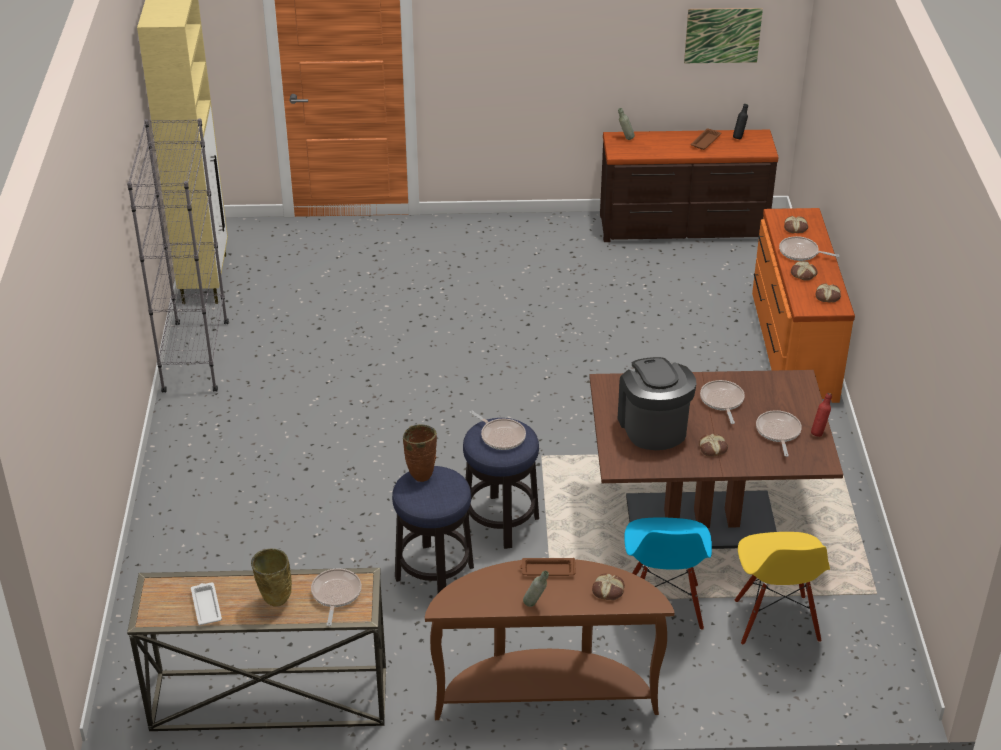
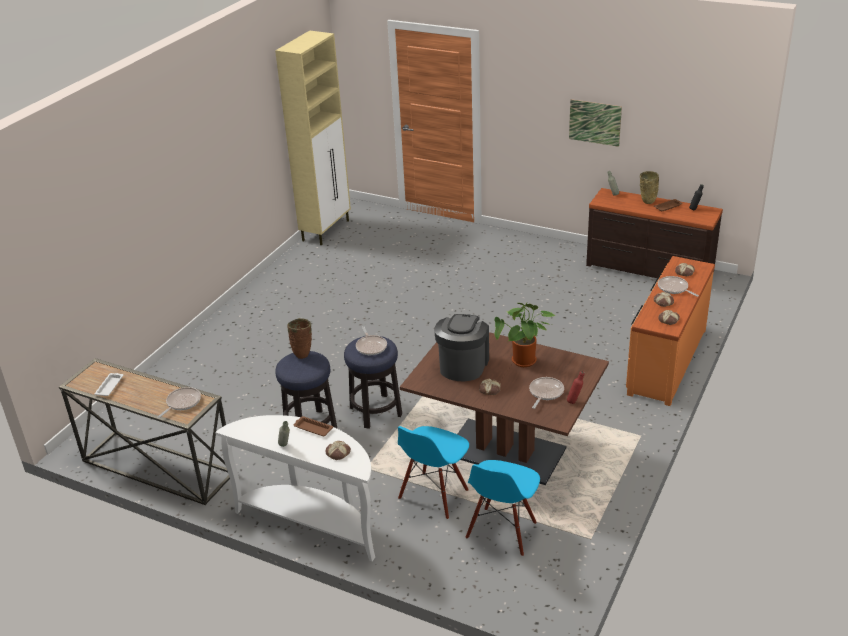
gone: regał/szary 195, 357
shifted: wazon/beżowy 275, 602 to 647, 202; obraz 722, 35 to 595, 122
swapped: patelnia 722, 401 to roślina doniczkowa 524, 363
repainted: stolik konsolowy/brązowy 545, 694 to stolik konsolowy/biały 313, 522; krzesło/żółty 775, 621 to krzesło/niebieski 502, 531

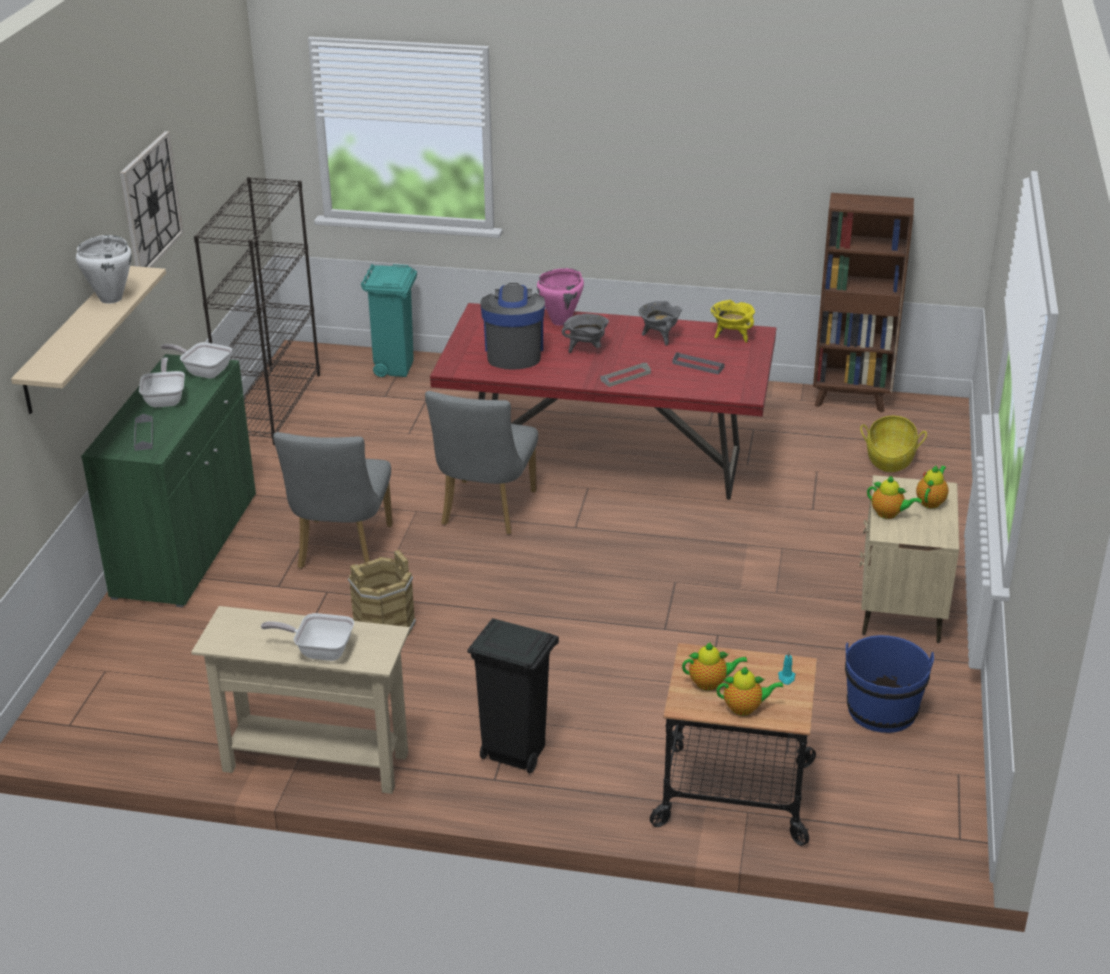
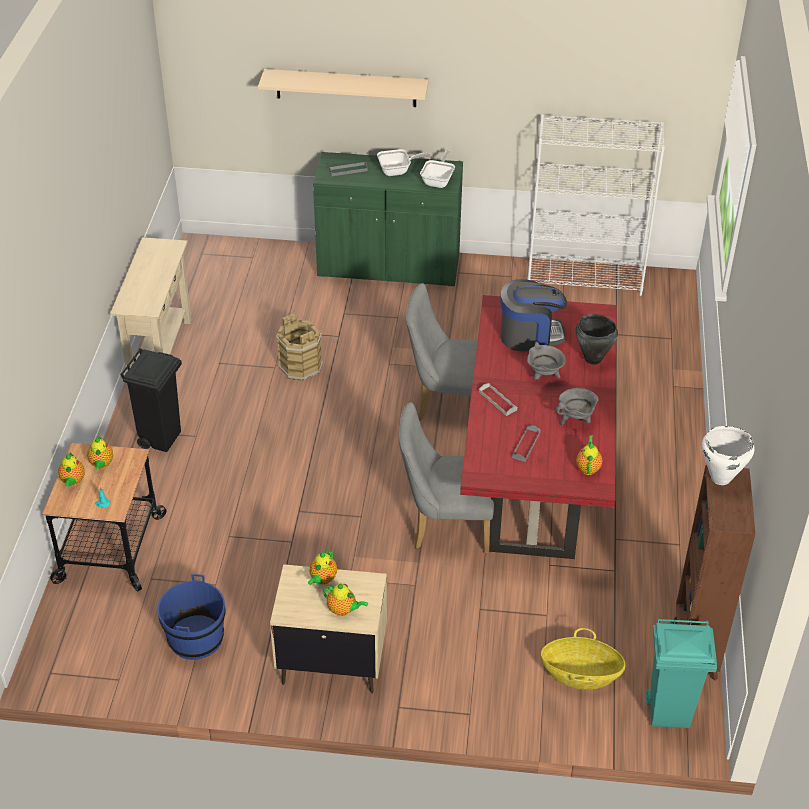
gone: zegar ścienny 150, 204; patelnia 319, 650
shifted: garnek/biały 110, 299 to 720, 478; krzesło/szary 342, 551 to 444, 526; kosz na śmieci/turkusowy 395, 368 to 669, 713
swapped: garnek/żółty 731, 336 to imbryk 588, 467
repainted: regał/czarny 272, 406 to regał/biały 585, 278; garnek/różowy 561, 321 to garnek/czarny 593, 359

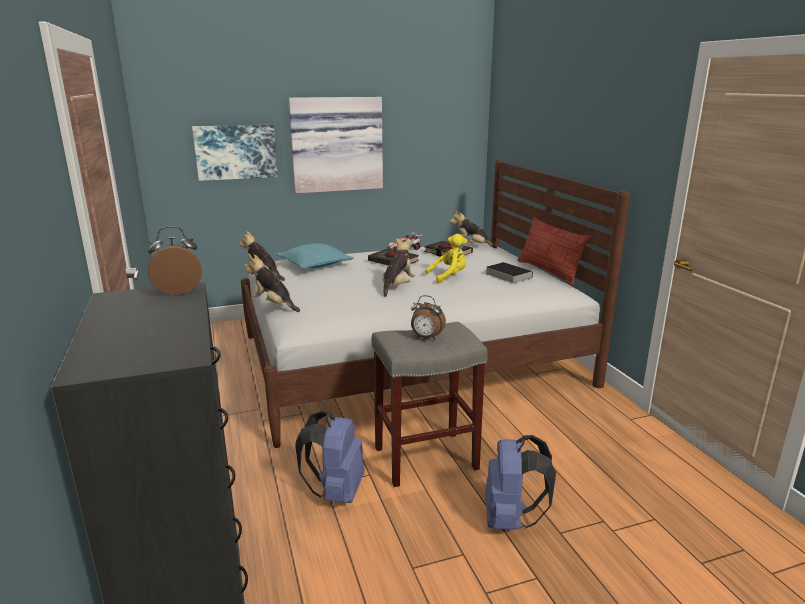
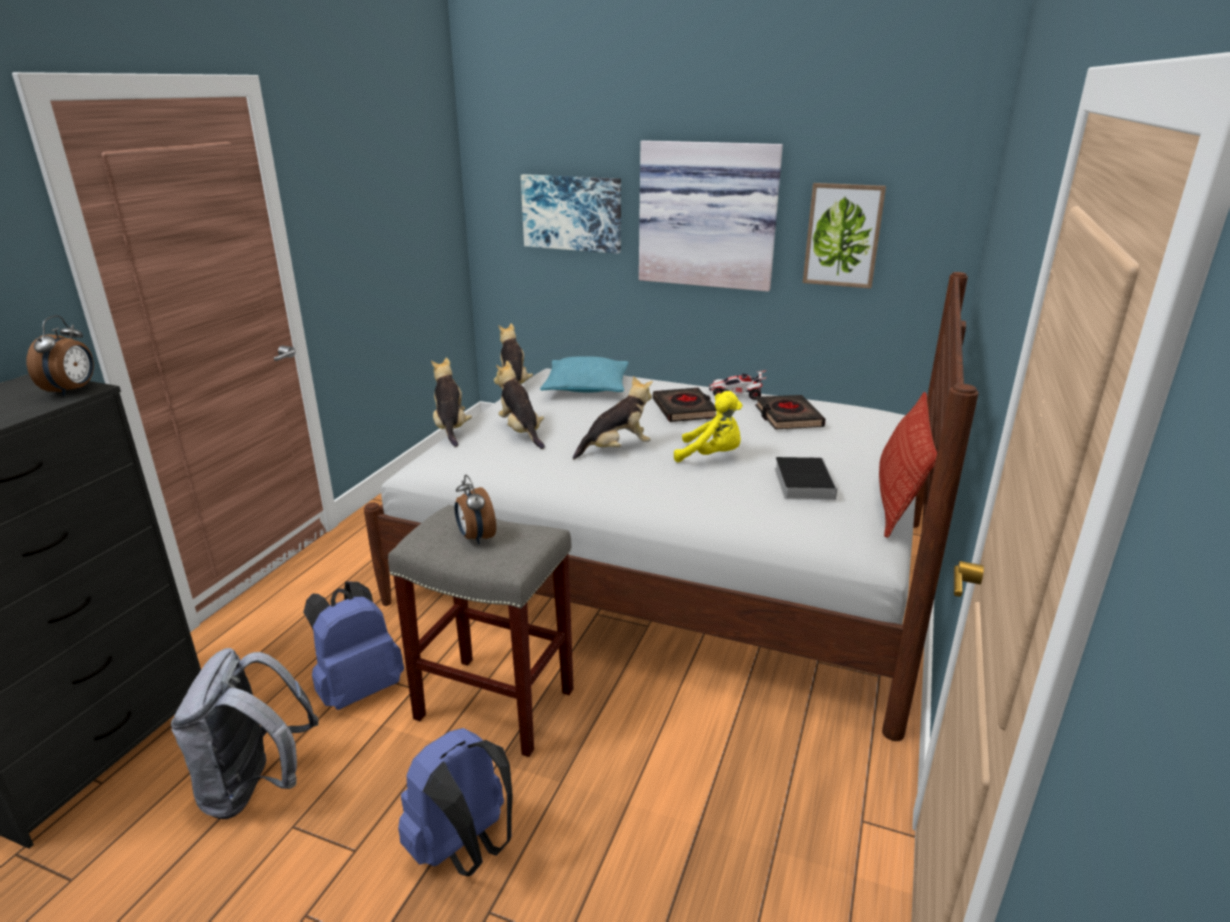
new: plecak/szary 256, 786; obraz 843, 235
shifted: pluszak 471, 246 to 521, 432
rotated: budzik 178, 291 = 73, 390 75 degrees clockwise

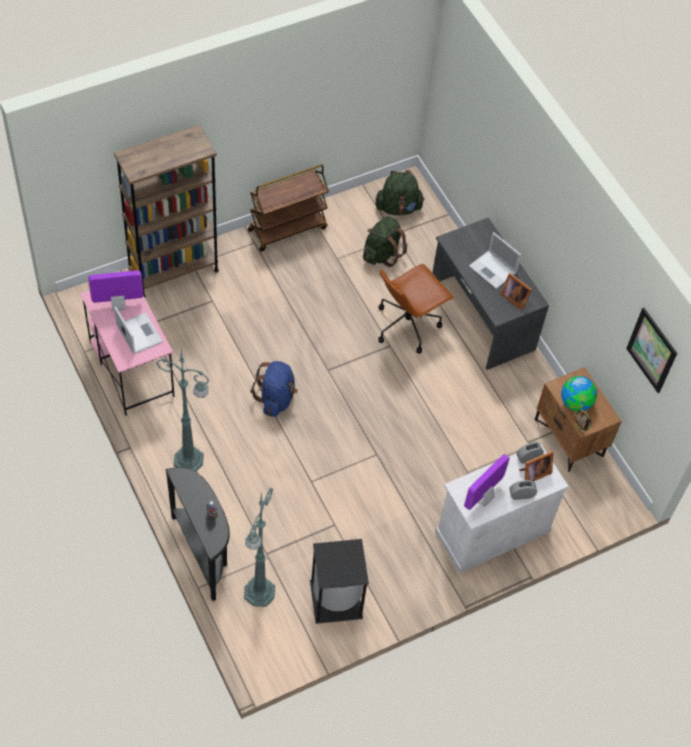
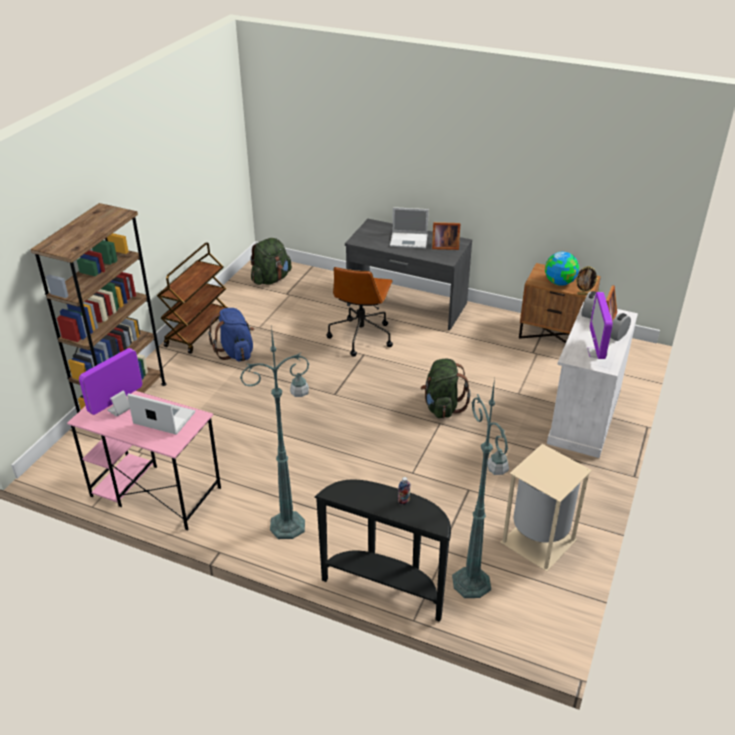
gone: obraz 652, 350
shifted: plecak/niebieski 276, 398 to 236, 352; plecak/zielony 382, 253 to 442, 407
repainted: kosz na śmieci/czarny 335, 600 to kosz na śmieci/beżowy 538, 542

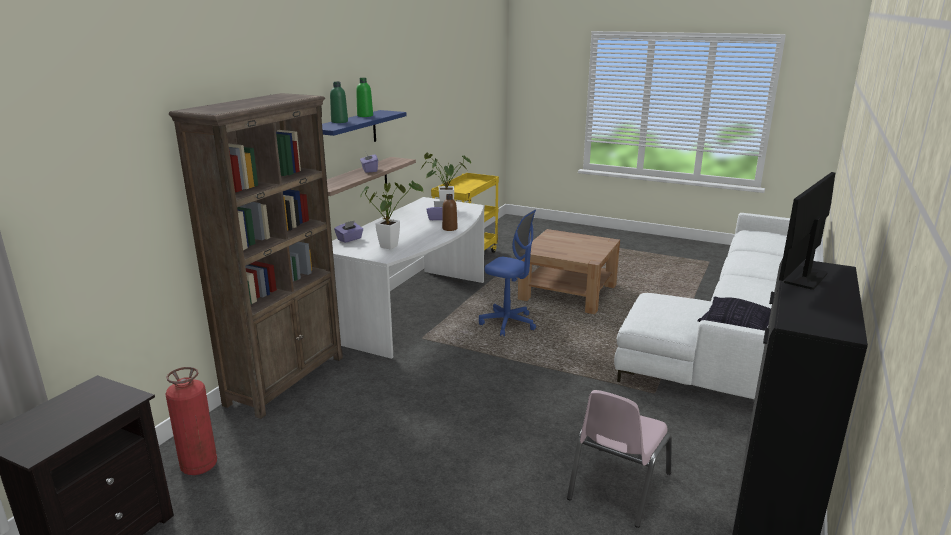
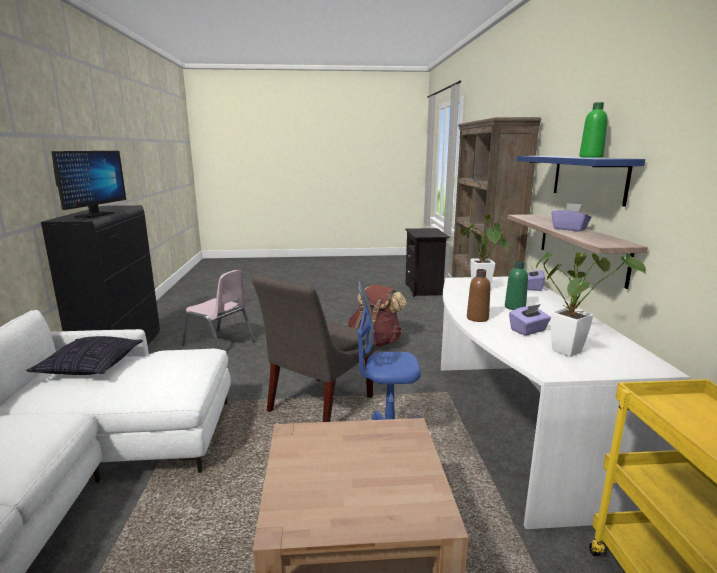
gone: gaśnica 199, 466
new: krzesło/szary 317, 406; plecak/brązowy 375, 342
shifted: butelka/zielony 339, 122 to 515, 307
rotated: krzesło/różowy 618, 486 = 219, 343 120 degrees clockwise

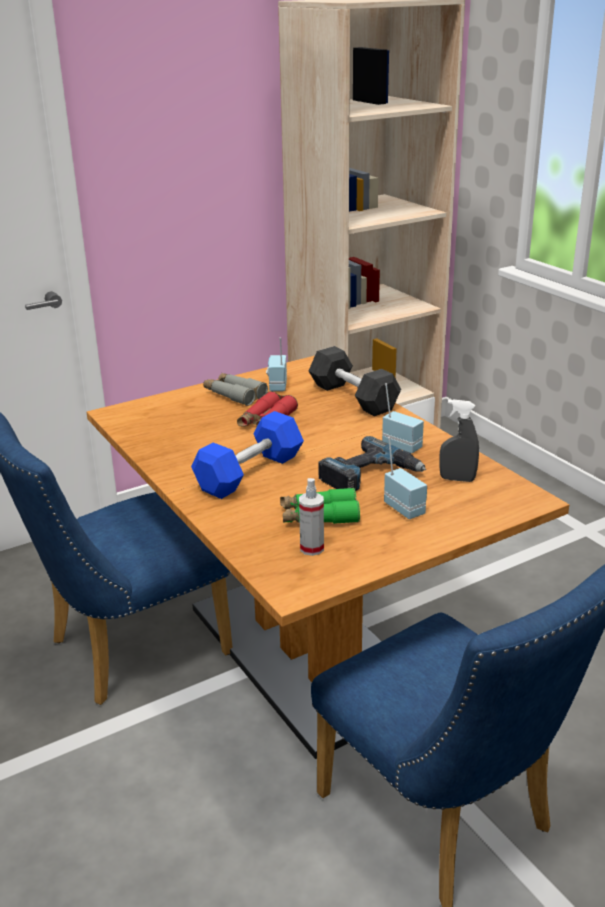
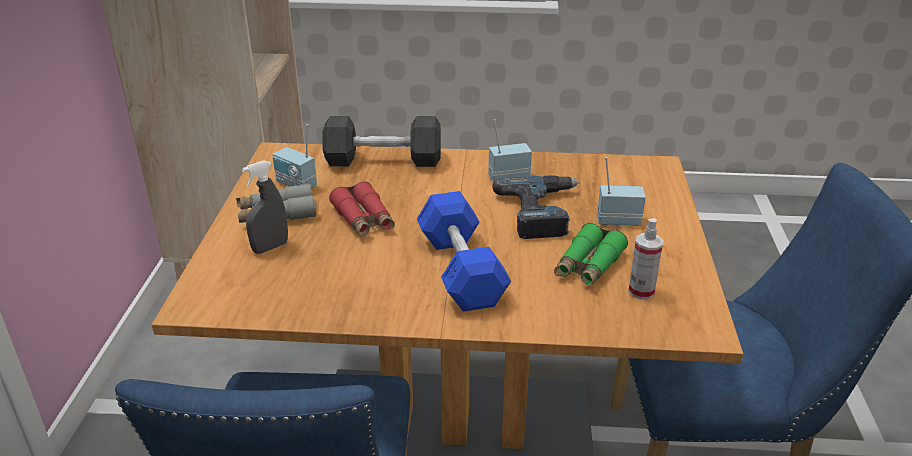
shifted: spryskiwacz/szary 457, 479 to 270, 247

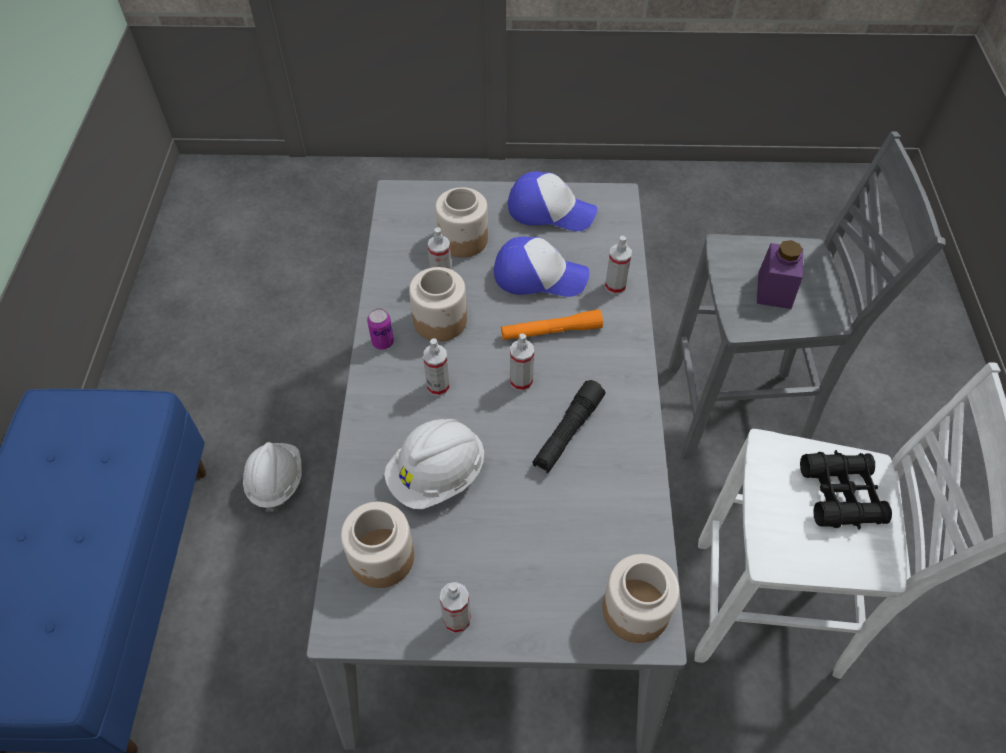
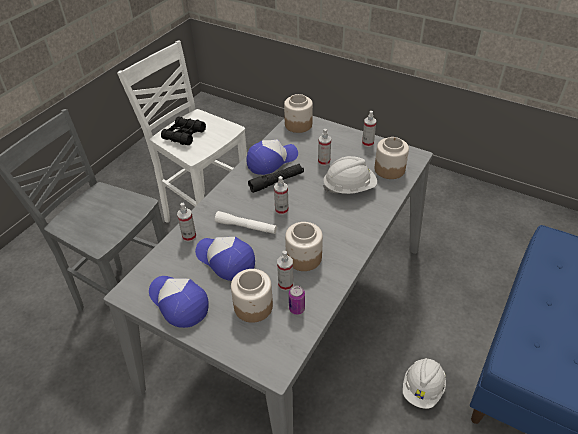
gone: słoik/fioletowy 774, 290
new: czapka z daszkiem 271, 160
shifted: puszka 383, 342 to 297, 309; spryskiwacz 438, 386 to 324, 161
repainted: latarka/pomarańczowy 551, 331 to latarka/biały 246, 227

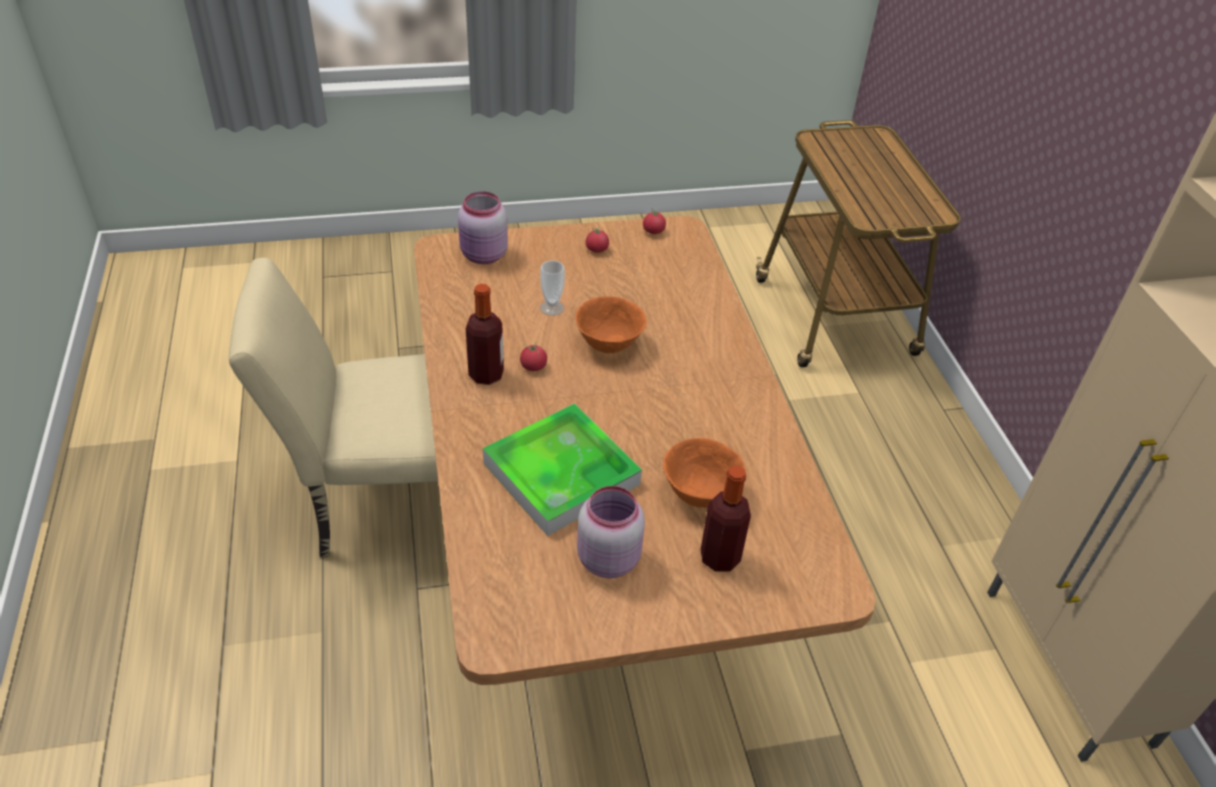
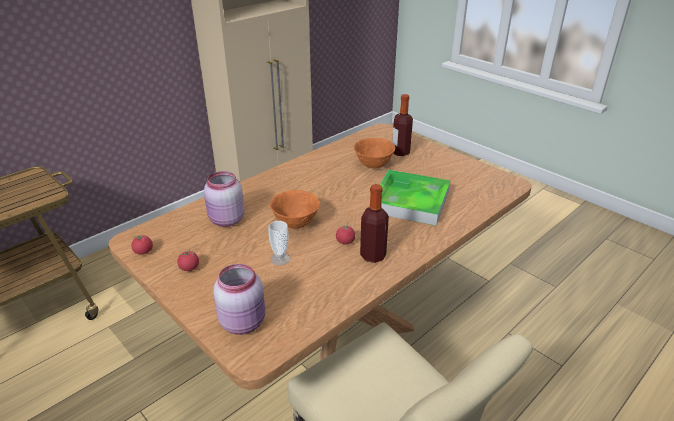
shifted: słoik/różowy 607, 558 to 226, 220

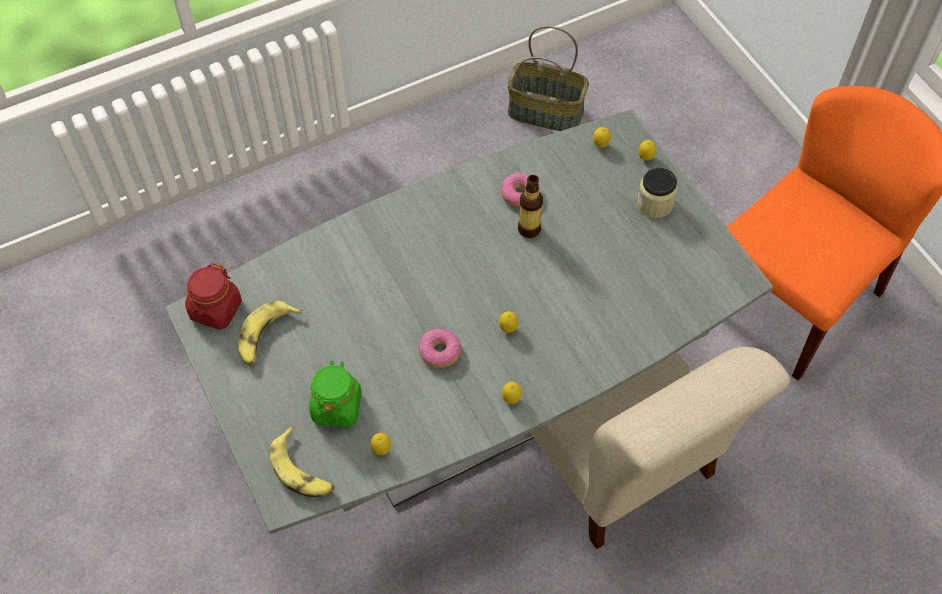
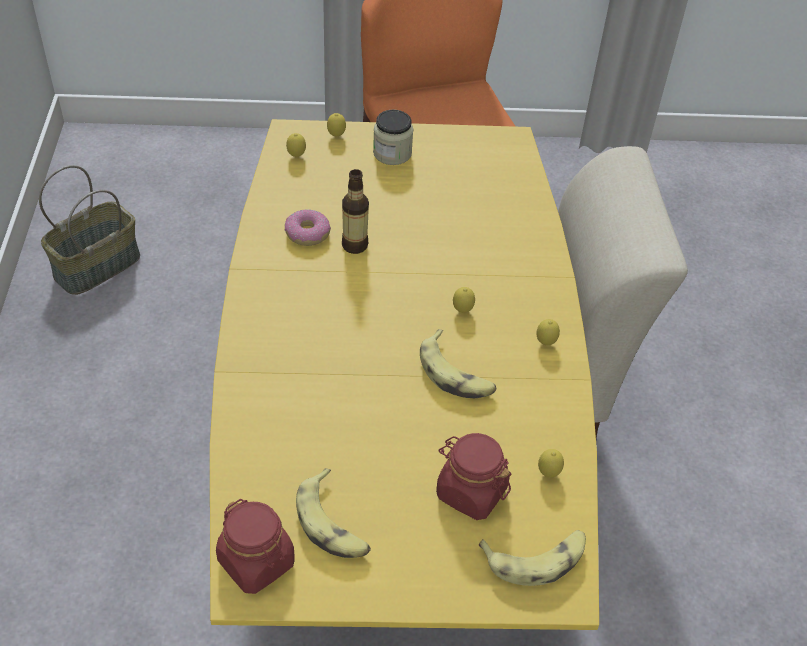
swapped: donut 440, 352 to banan 456, 374
repainted: stół jadalny/szary 471, 410 to stół jadalny/żółty 392, 488; słoik/zielony 337, 407 to słoik/czerwony 470, 492

